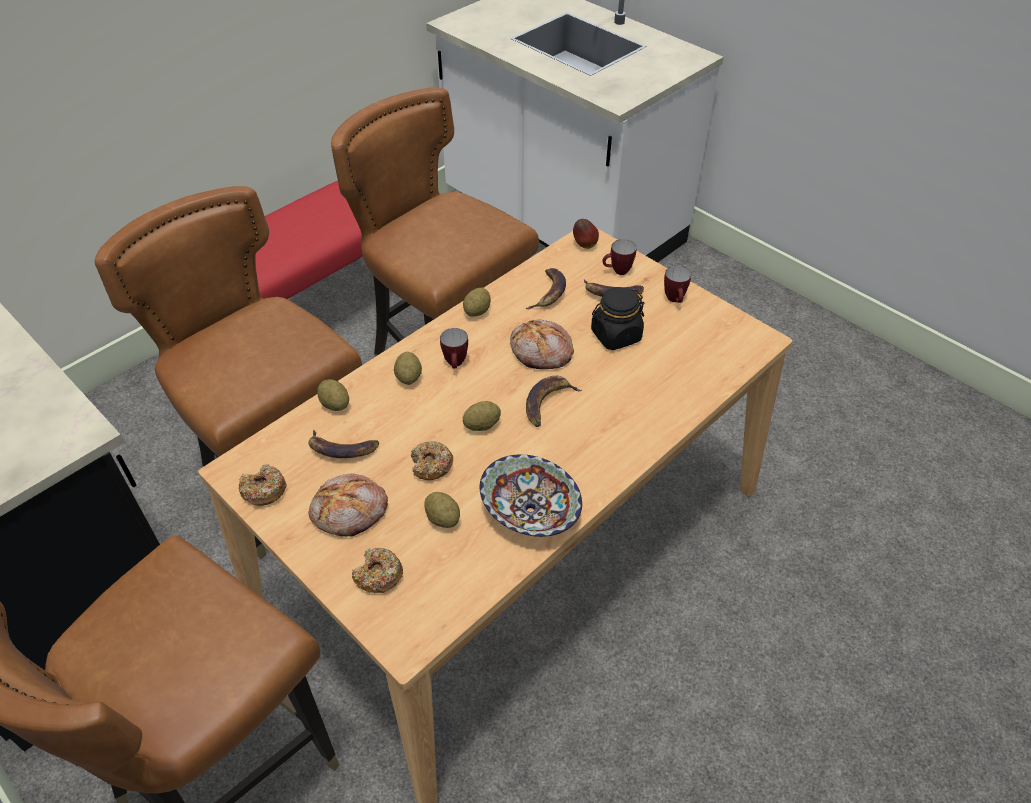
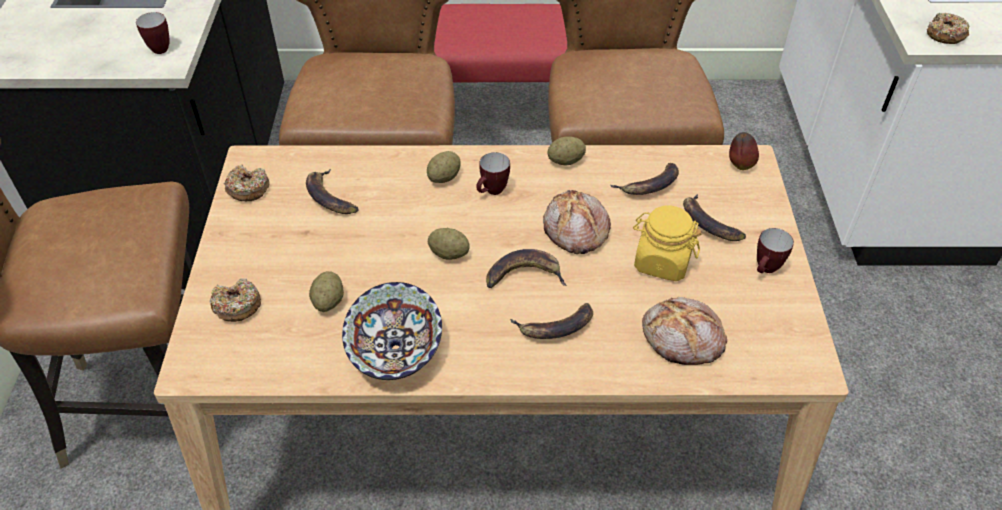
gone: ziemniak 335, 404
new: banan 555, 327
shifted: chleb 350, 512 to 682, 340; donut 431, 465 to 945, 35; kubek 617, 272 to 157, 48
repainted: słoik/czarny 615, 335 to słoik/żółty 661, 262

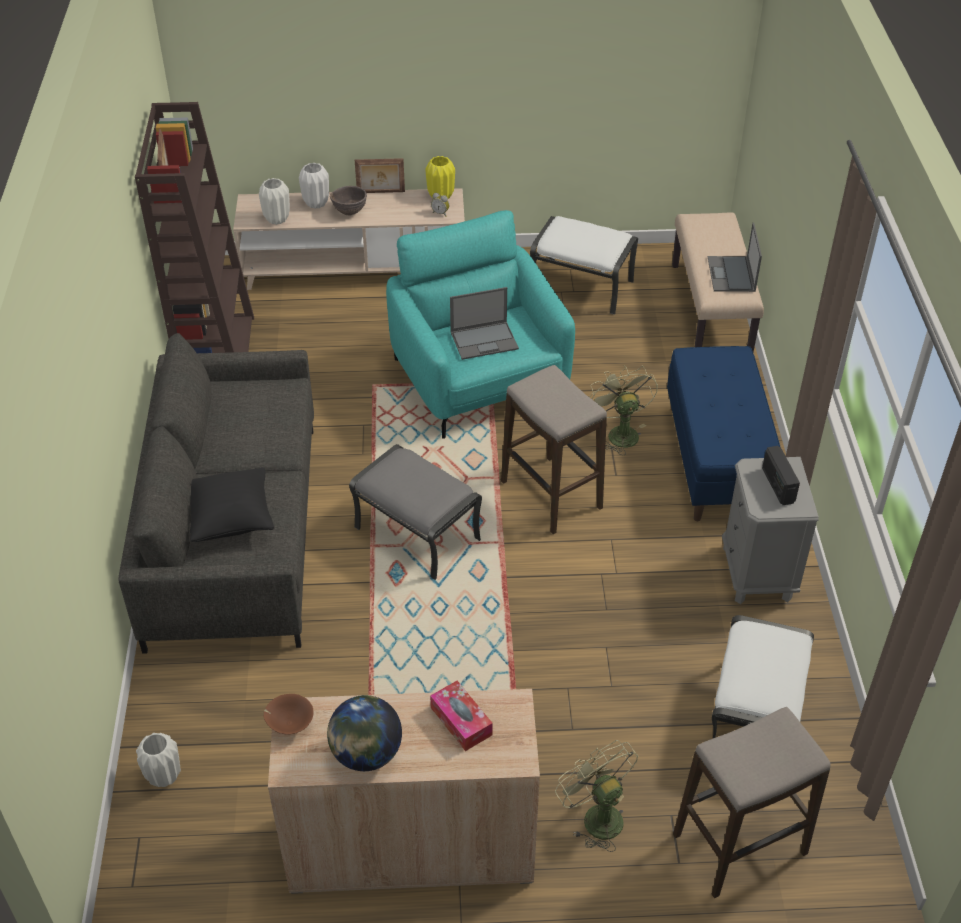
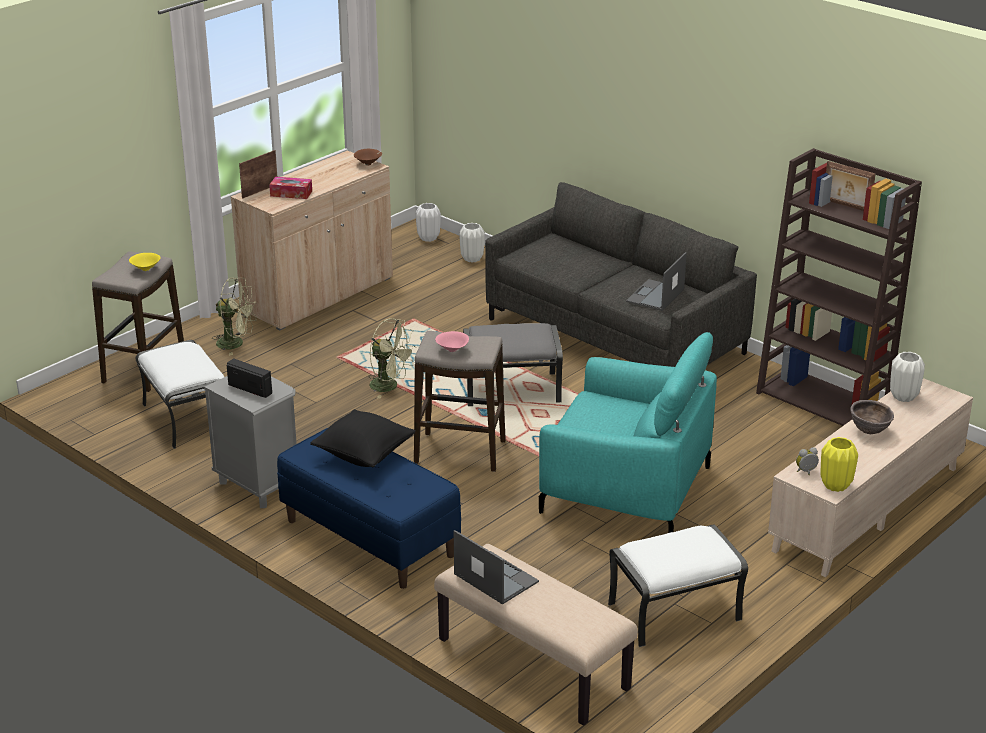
gone: globus 366, 754
new: miska/żółty 145, 270; miska/różowy 452, 350
shifted: poduszka/czarny 231, 520 to 364, 455; wazon/biały 316, 203 to 428, 238; ramka na zdjęcie 381, 192 to 259, 191; laptop 485, 340 to 655, 296; wentylator/zielony 619, 432 to 390, 386

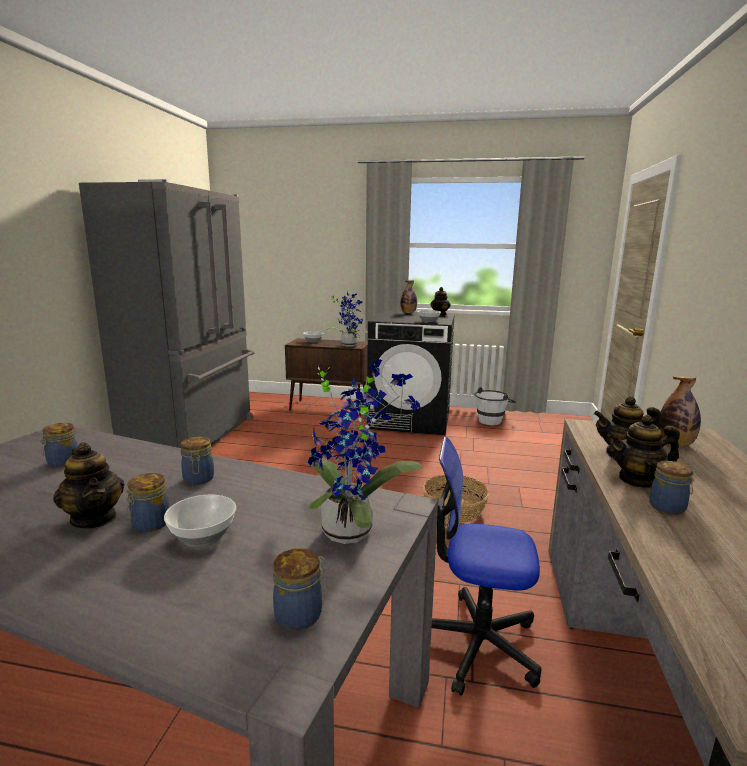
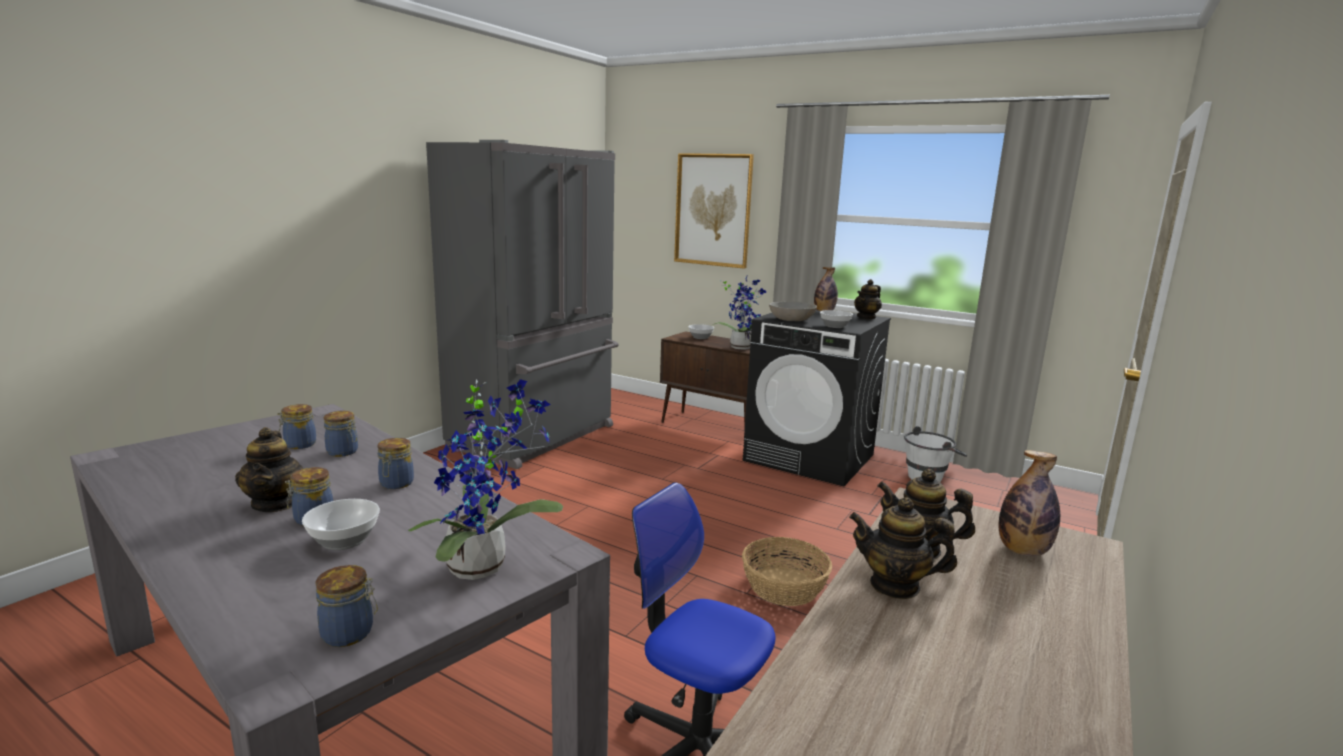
new: obraz 713, 210; miska/szary 791, 319
shifted: słoik 668, 507 to 343, 452

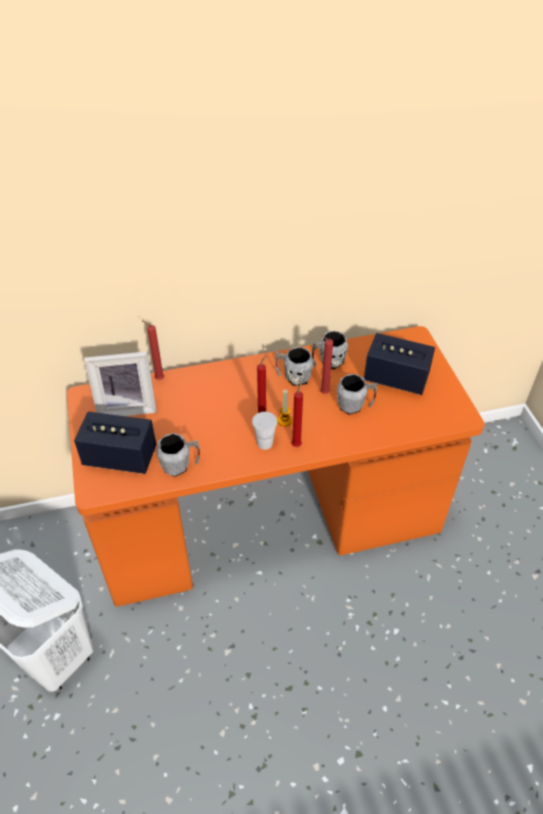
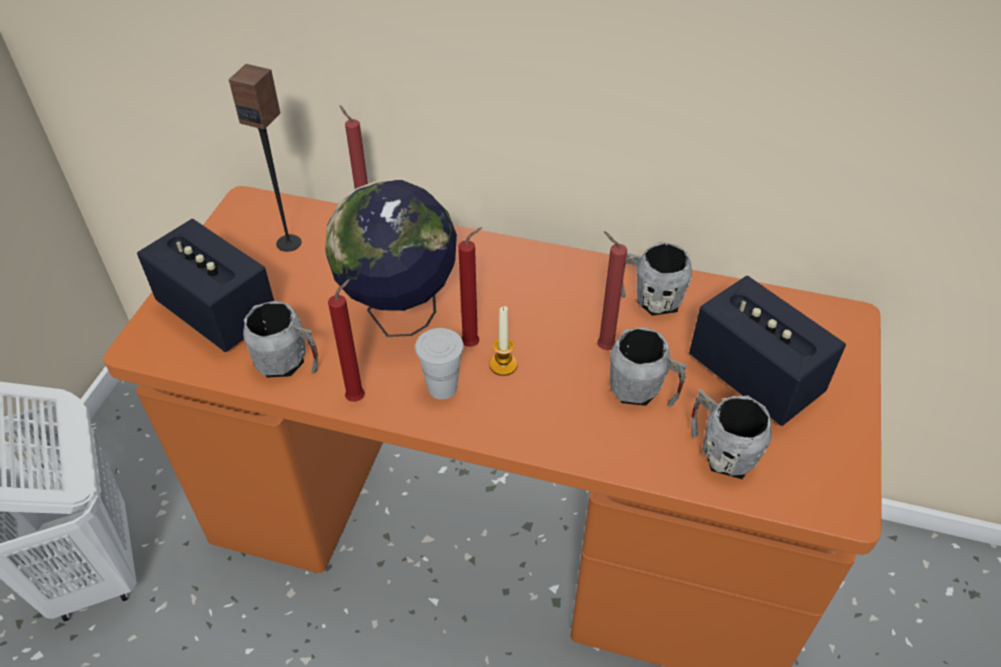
new: globus 399, 316
shifted: kubek/szary 293, 377 to 721, 452; świeca/czerwony 297, 444 to 358, 397
swapped: ramka na zdjęcie 127, 406 to głośnik 289, 243

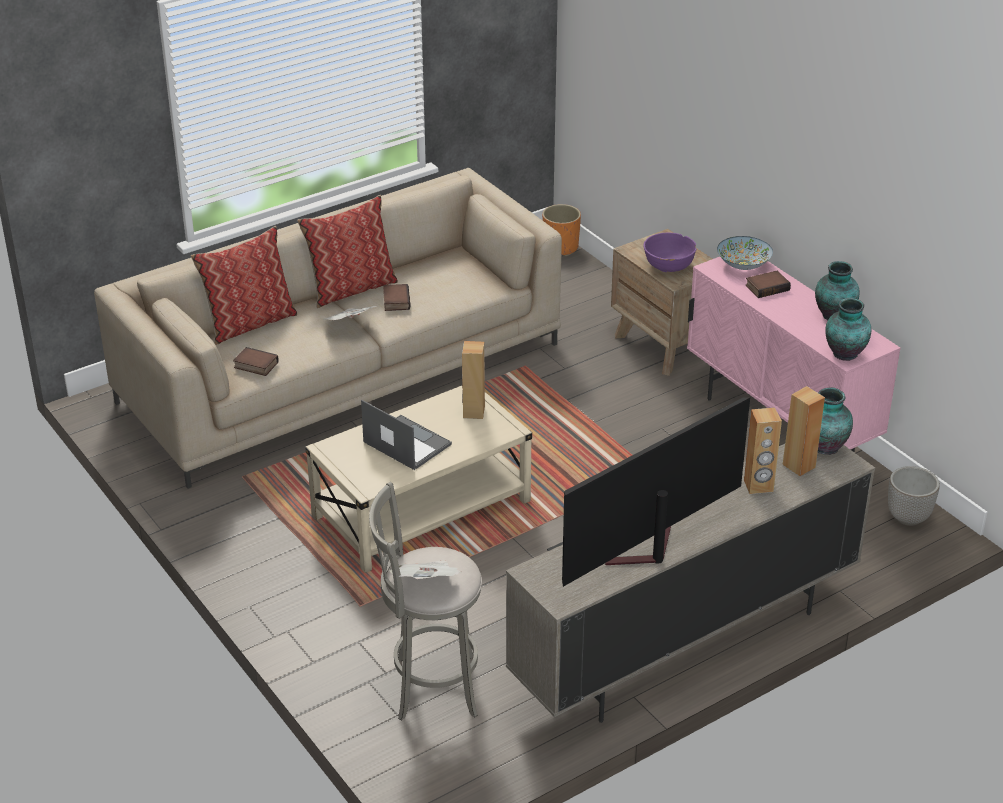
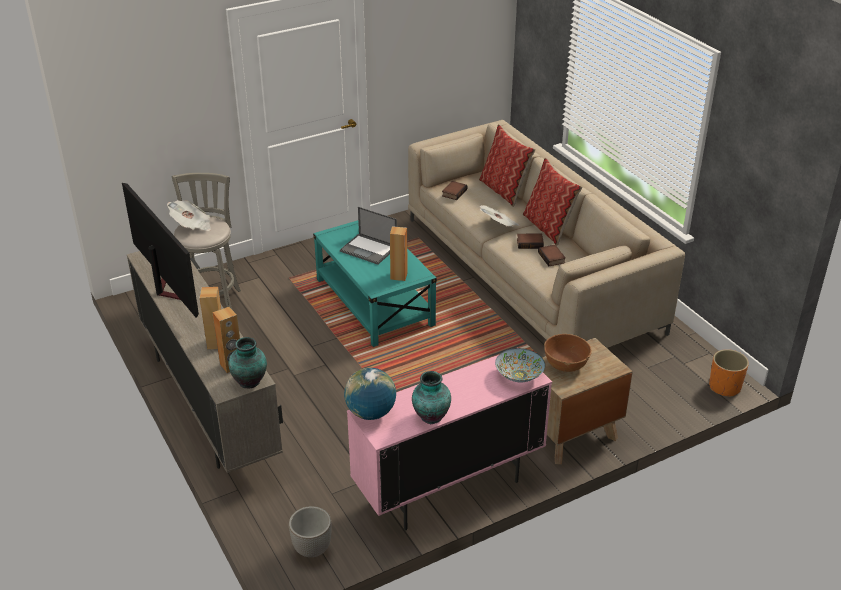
shifted: książka 767, 287 to 552, 258
swapped: wazon 844, 354 to globus 371, 413
repainted: ława/beżowy 422, 509 to ława/turkusowy 374, 302; miska/fioletowy 668, 266 to miska/brązowy 566, 364
rotated: laptop 406, 443 = 369, 249 75 degrees clockwise

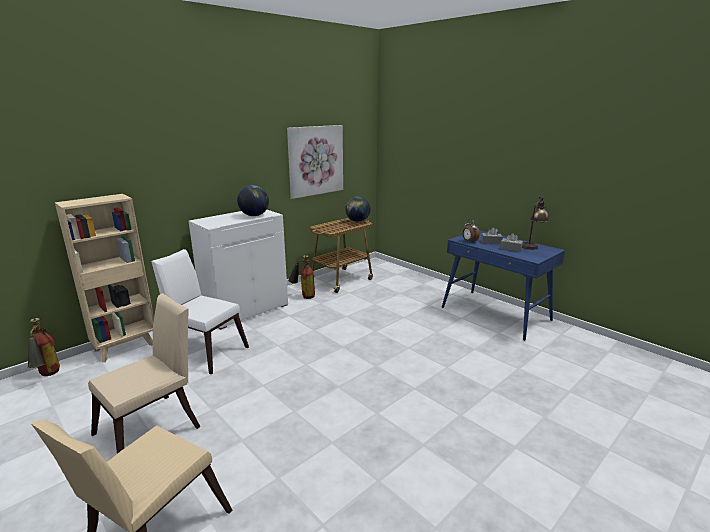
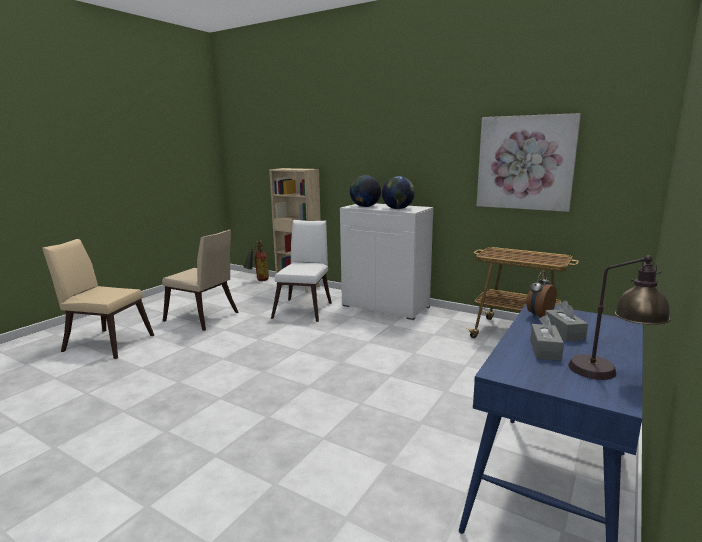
gone: gaśnica 303, 296
shifted: globus 357, 221 to 365, 206

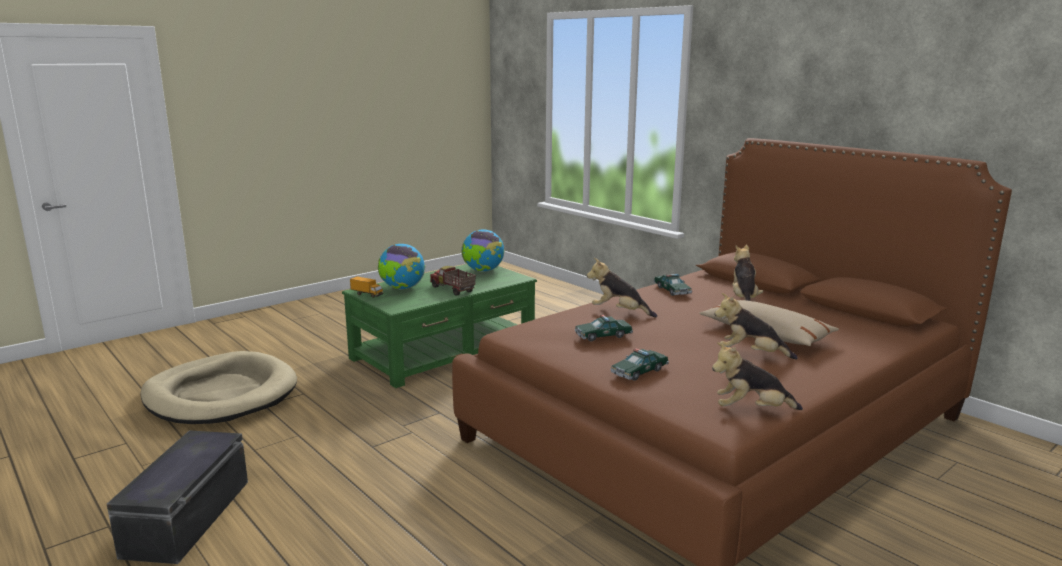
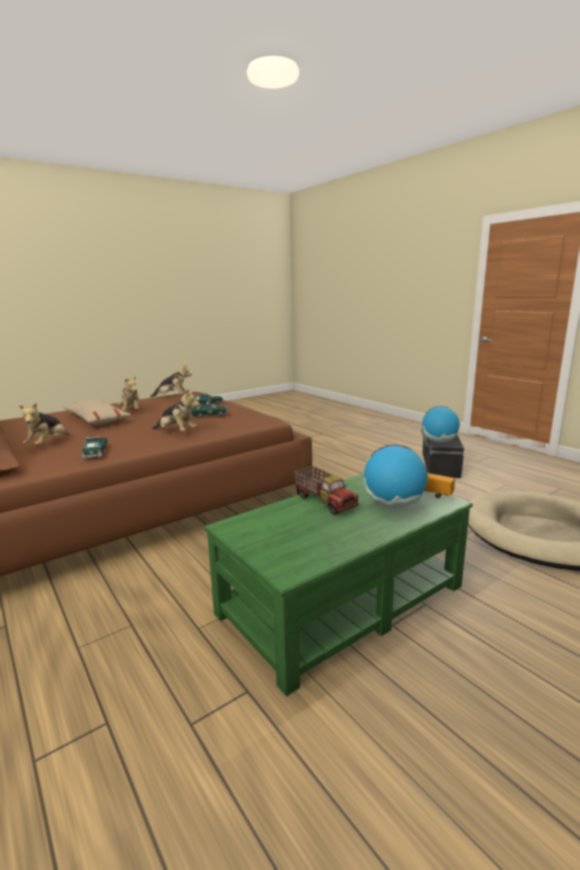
shifted: globus 483, 271 to 439, 441
rotated: pluszak 751, 354 = 131, 411 45 degrees clockwise

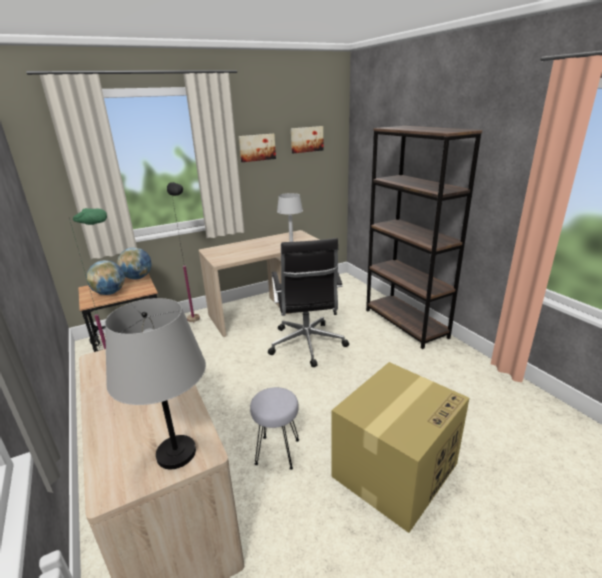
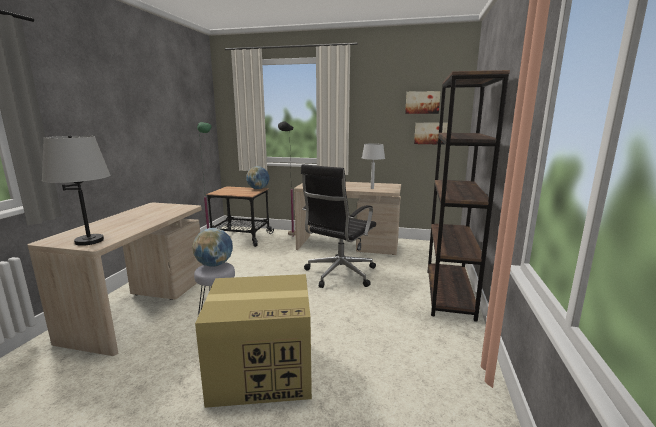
shifted: globus 110, 293 to 214, 265; obraz 257, 147 to 431, 133

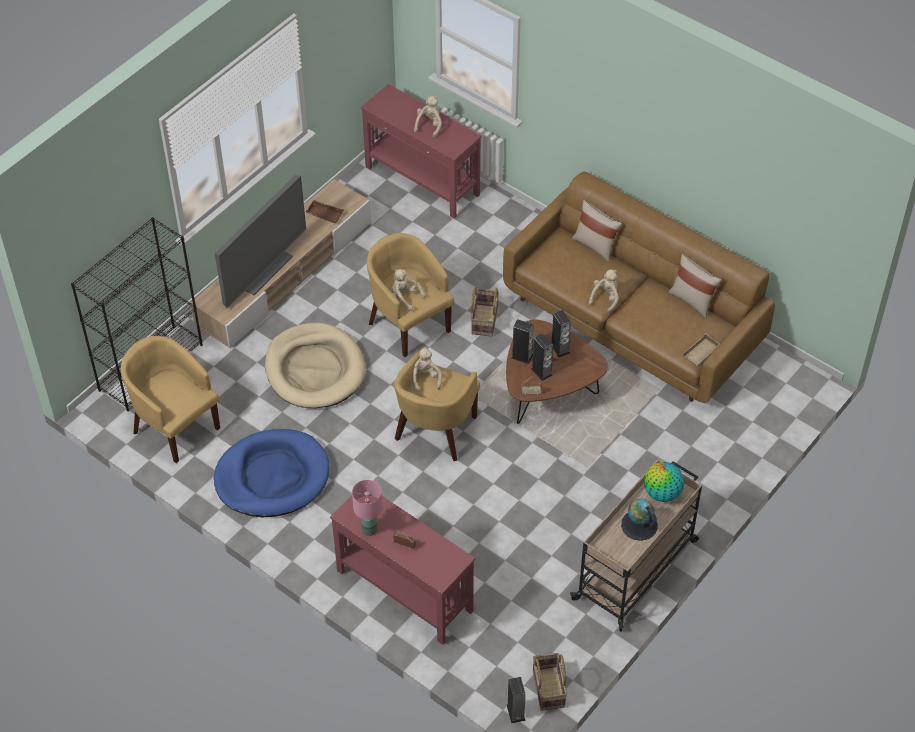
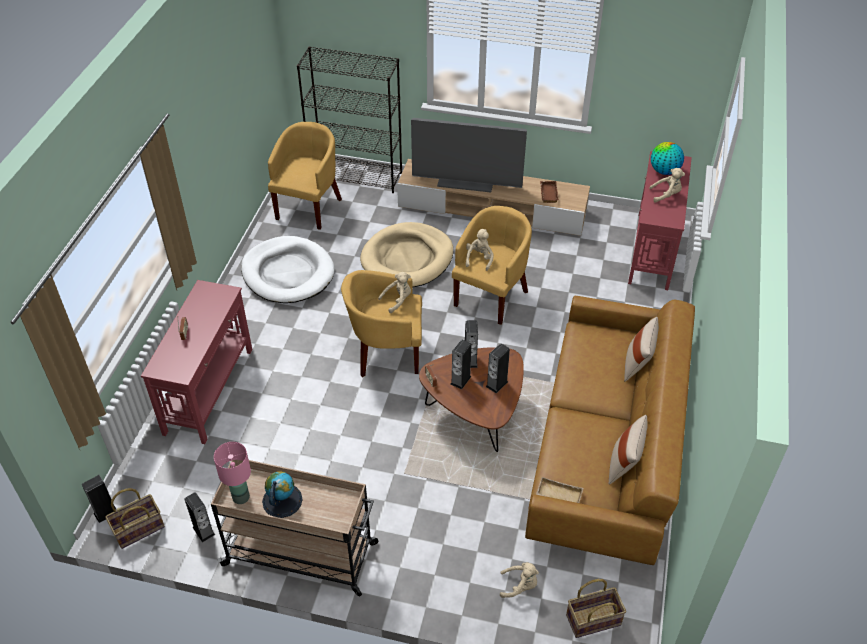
new: głośnik 203, 531
shifted: lampa stołowa/różowy 369, 529 to 241, 497; koszyk 484, 320 to 593, 619; pluszak/beżowy 605, 298 to 520, 586; globus 662, 493 to 664, 171
repainted: legowisko/niebieski 272, 477 to legowisko/biały 288, 273

